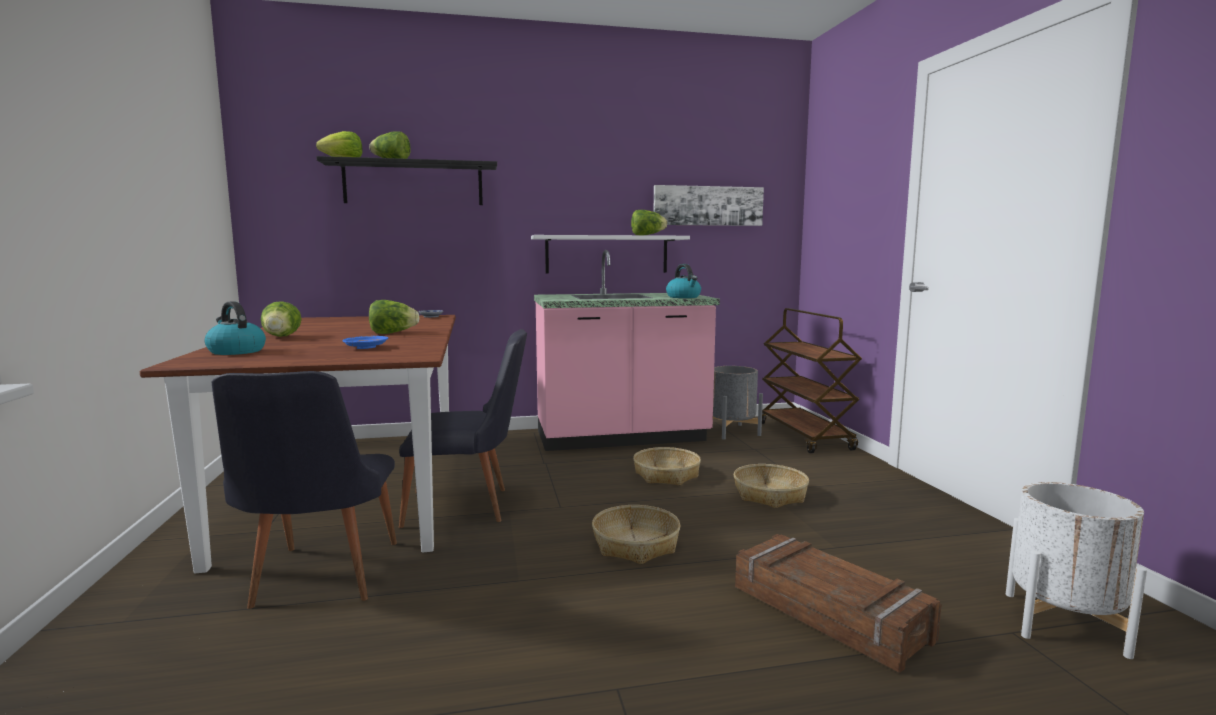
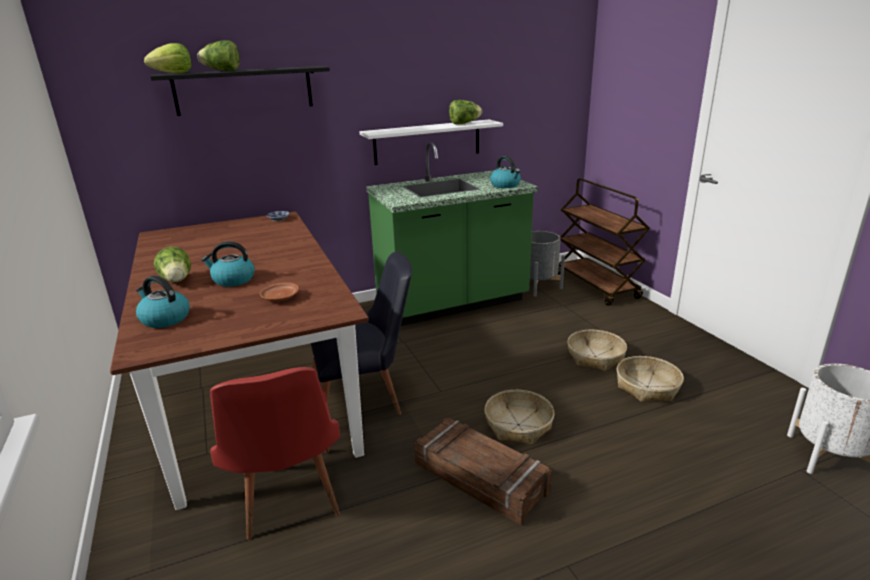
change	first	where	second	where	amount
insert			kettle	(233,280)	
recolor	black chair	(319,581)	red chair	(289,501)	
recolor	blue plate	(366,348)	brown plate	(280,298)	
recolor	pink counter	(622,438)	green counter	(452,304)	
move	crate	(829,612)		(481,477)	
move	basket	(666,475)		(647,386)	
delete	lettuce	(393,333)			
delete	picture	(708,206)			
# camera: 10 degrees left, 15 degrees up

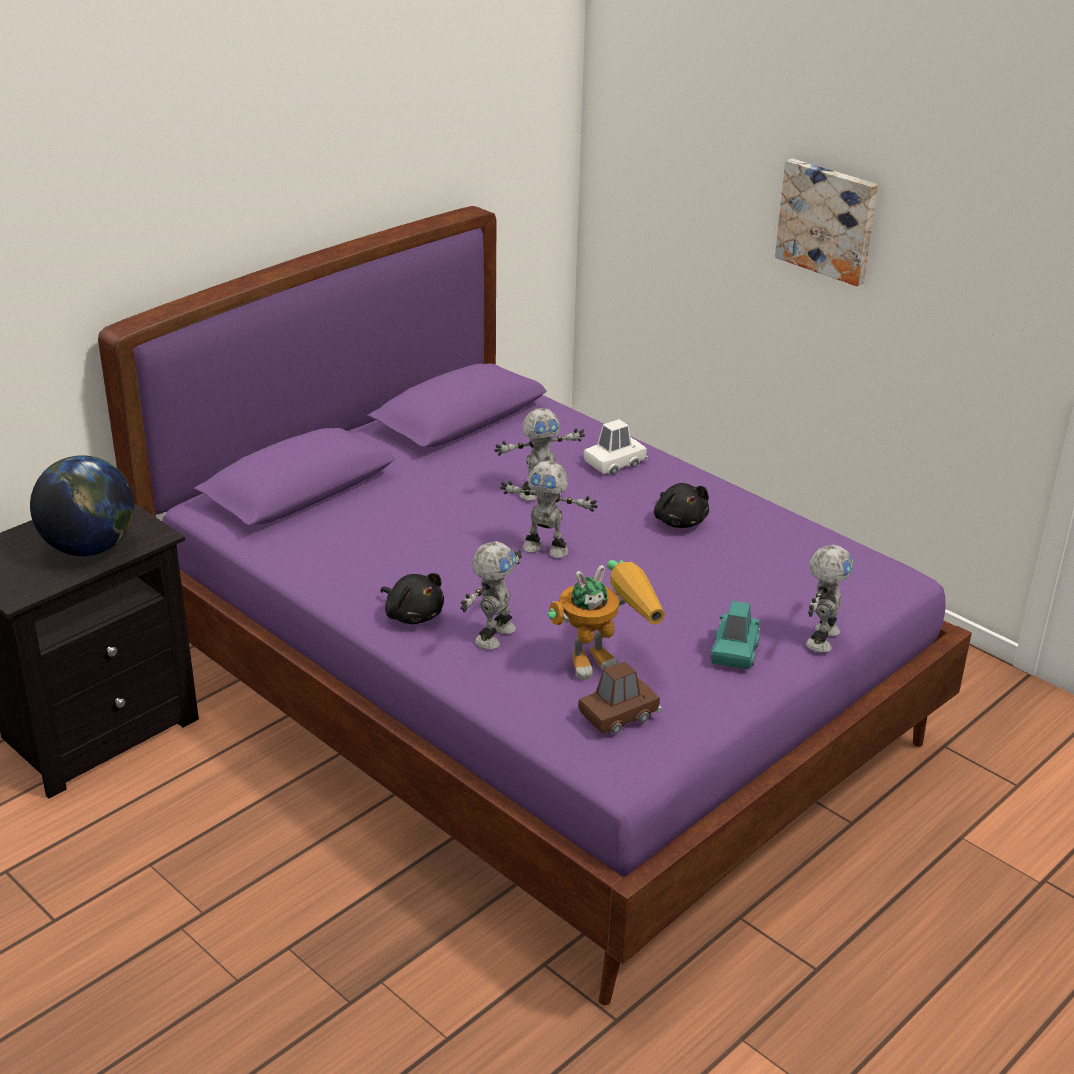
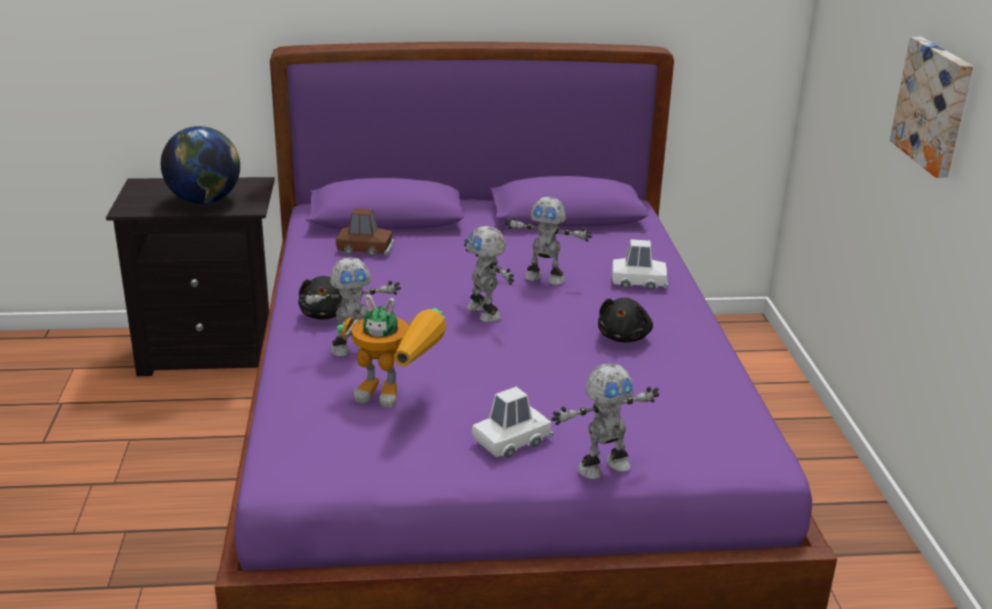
change	first	where	second	where	amount
move	brown toy car	(619,714)		(365,249)	
recolor	turquoise toy car	(734,651)	white toy car	(512,440)	
# camera: 40 degrees right, 5 degrees down

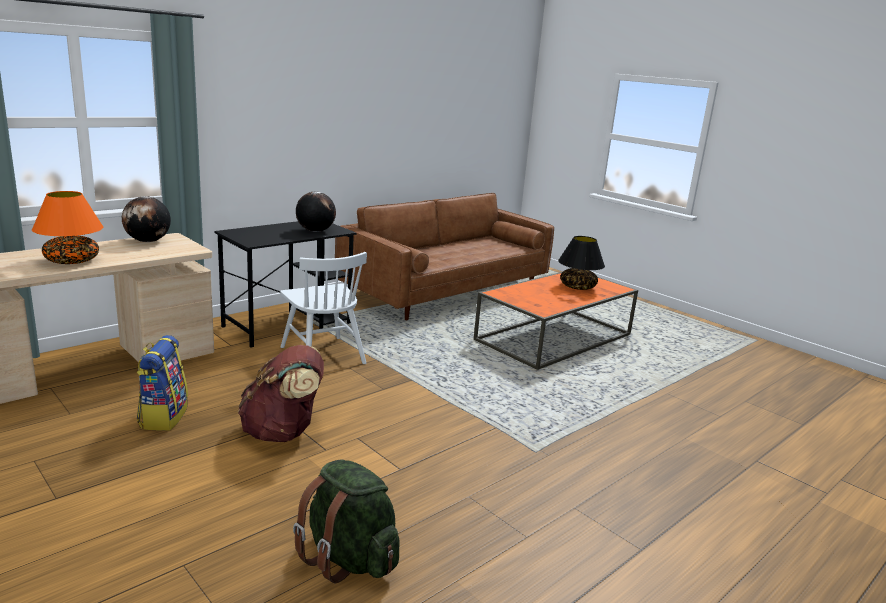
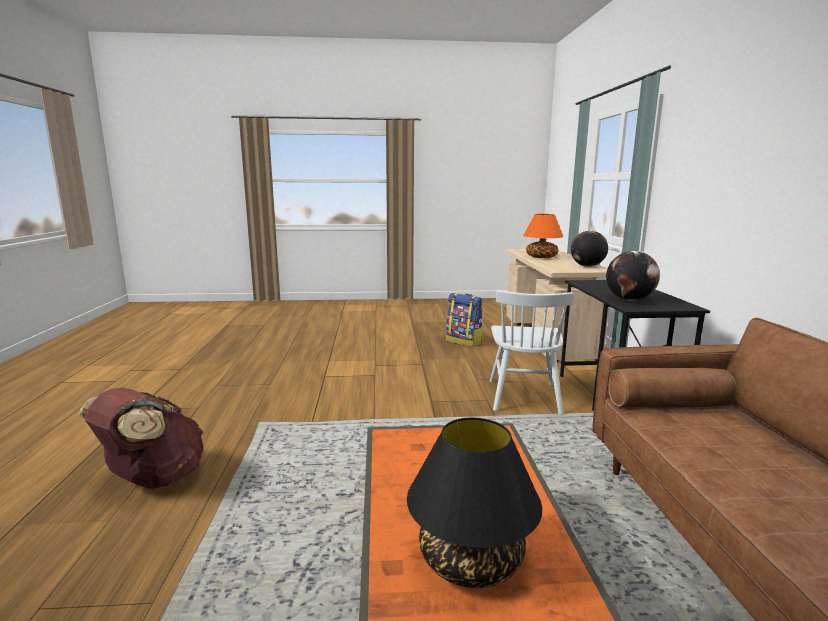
change	first	where	second	where	amount
move	brown backpack	(283,432)		(153,479)	
rotate	white chair	(322,355)		(524,396)	90 degrees counterclockwise
delete	green backpack	(349,558)			
# camera: 130 degrees right, 5 degrees down

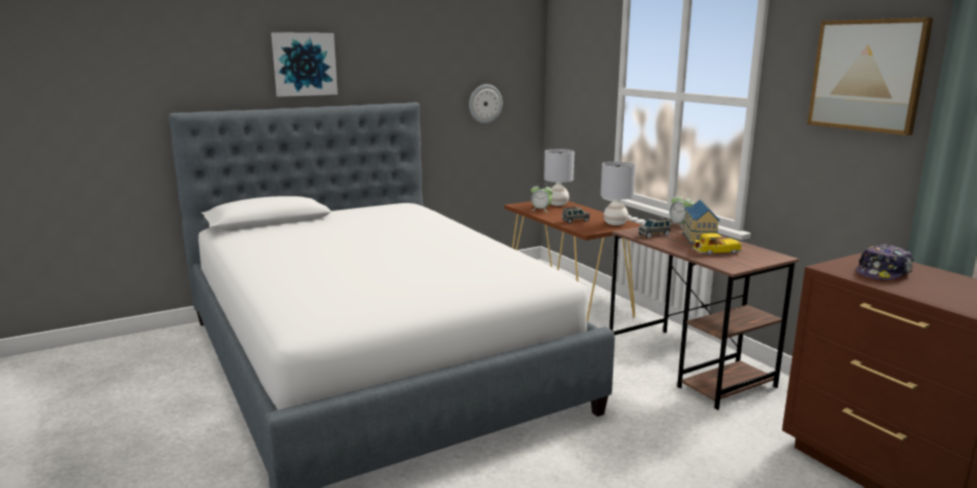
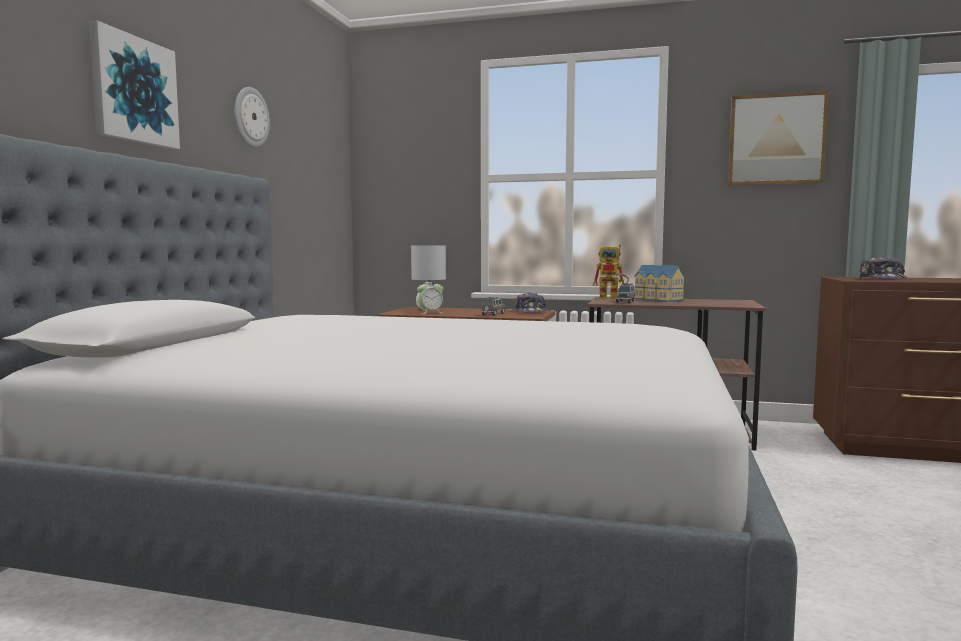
change	first	where	second	where	amount
move	wall clock	(485,103)		(250,117)	
replace	grey table lamp	(615,223)	cap	(530,311)	
replace	alarm clock	(680,225)	toy robot	(613,297)	
delete	toy car	(716,252)			
# camera: 45 degrees left, 10 degrees down

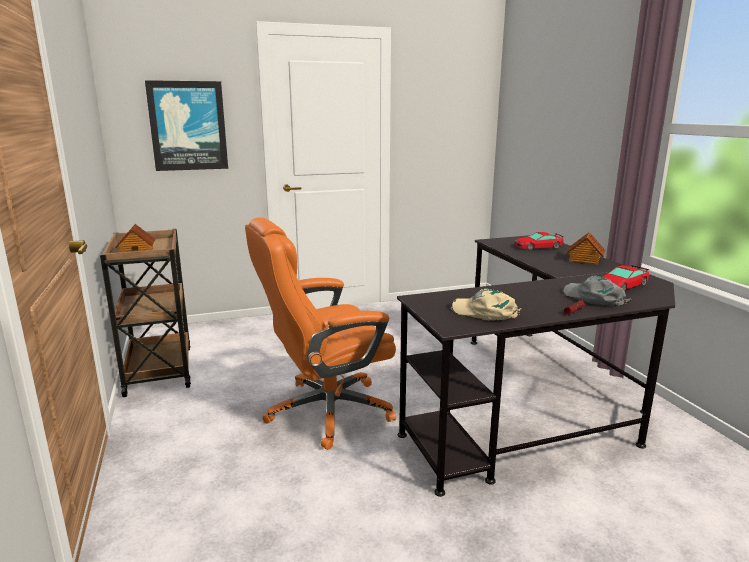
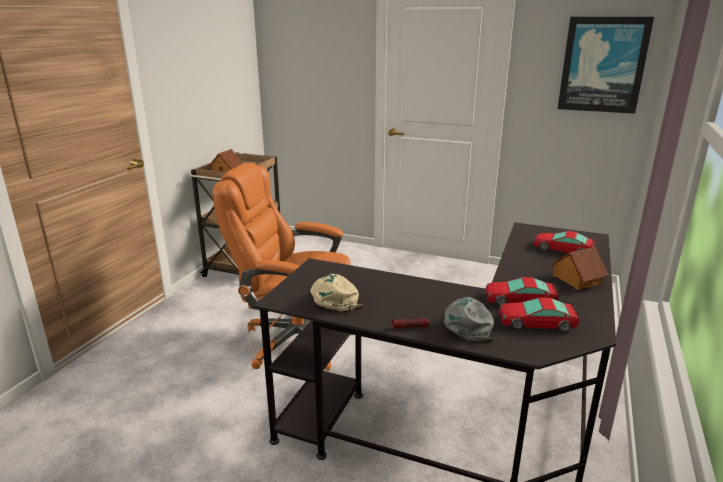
change	first	where	second	where	amount
insert			toy car	(520,300)	
move	picture	(188,126)		(603,65)	
# camera: 40 degrees right, 5 degrees up

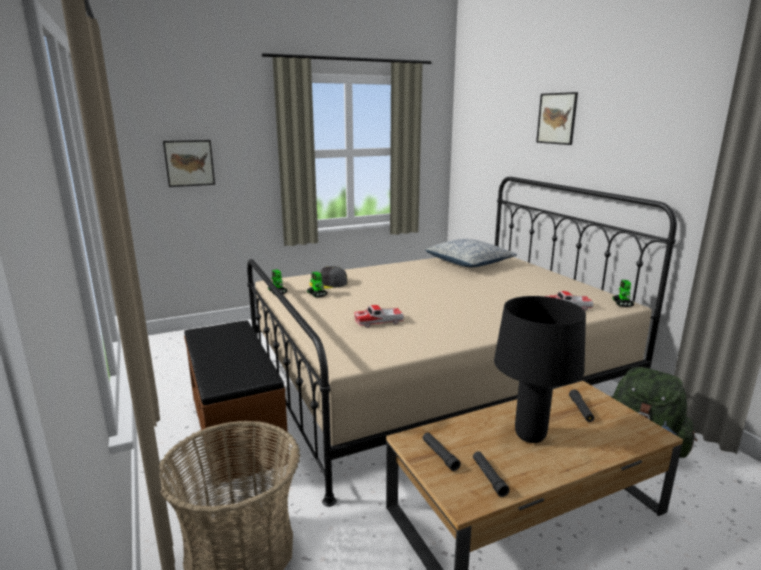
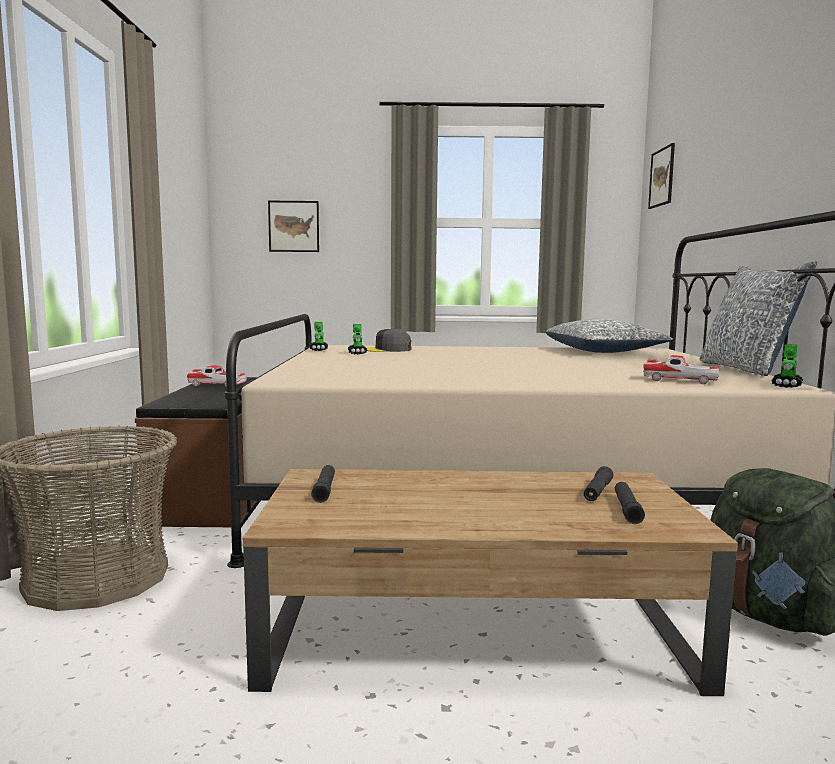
change	first	where	second	where	amount
move	toy car	(379,322)		(217,385)	
move	black flashlight	(489,477)		(627,509)	
move	picture	(556,118)		(662,177)	
insert			pillow	(747,369)	
delete	black table lamp	(530,436)			
# camera: 25 degrees right, 10 degrees down

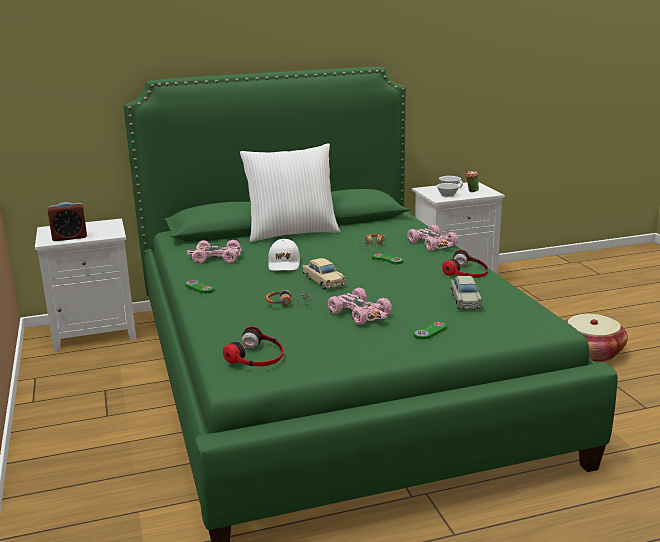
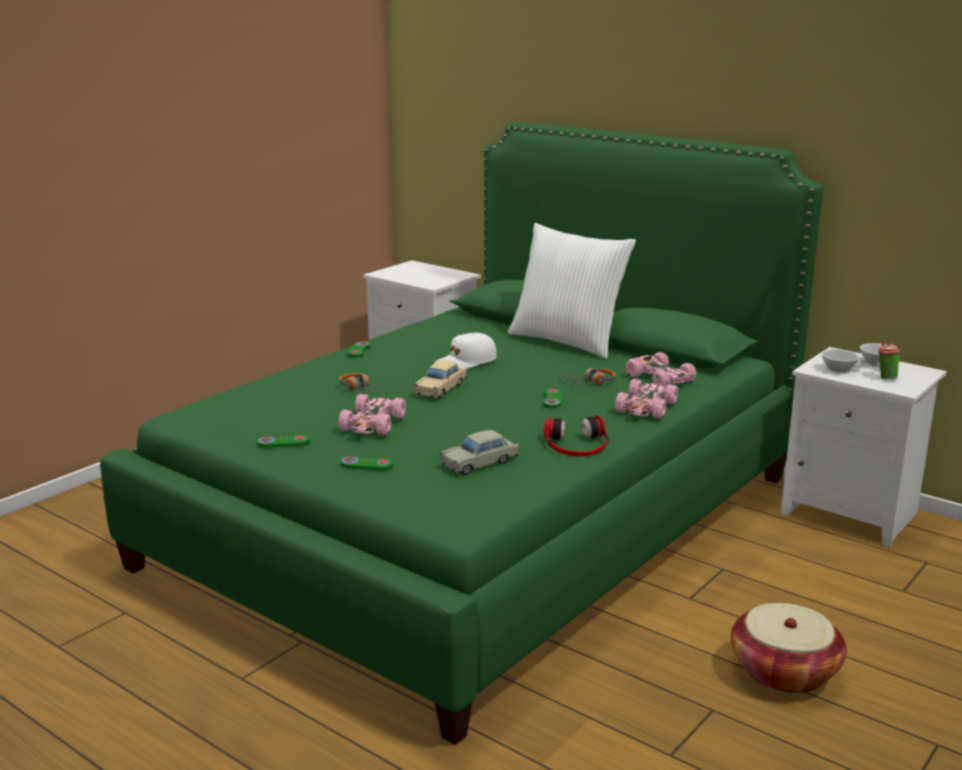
change	first	where	second	where	amount
insert			green game controller	(283,443)	
move	pink toy car	(216,258)		(658,378)	
delete	alarm clock	(69,237)			
delete	headphones	(257,356)			
# camera: 55 degrees right, 0 degrees up

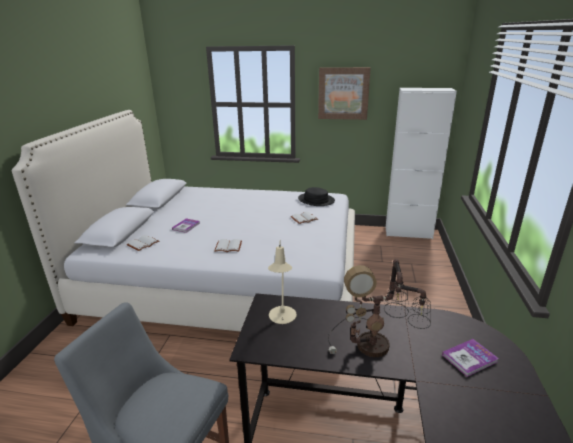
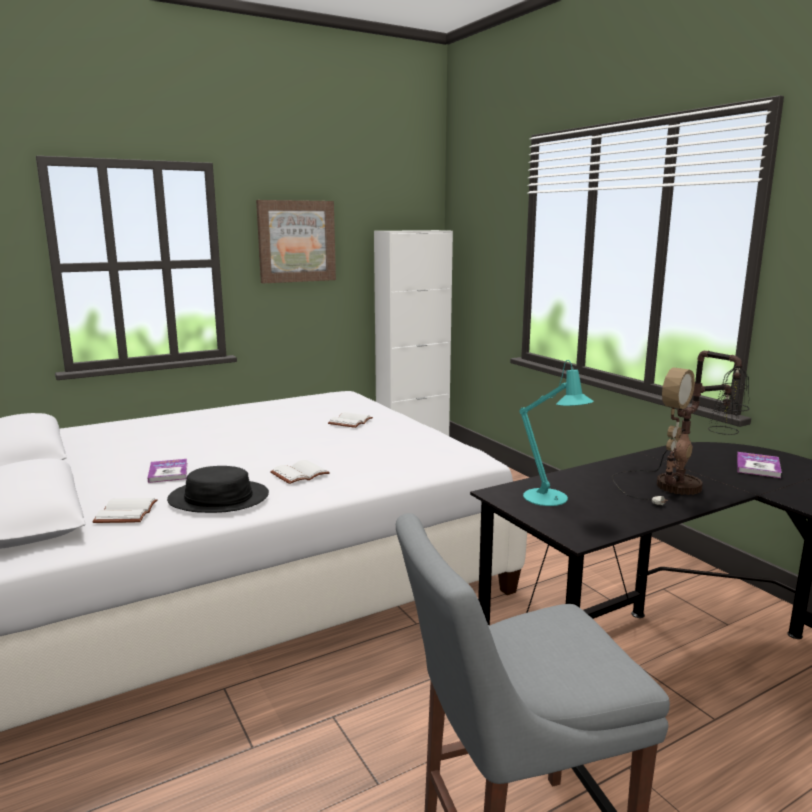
change	first	where	second	where	amount
move	black hat	(316,200)		(218,498)	
recolor	beige table lamp	(282,317)	turquoise table lamp	(550,499)	
# camera: 40 degrees left, 10 degrees down

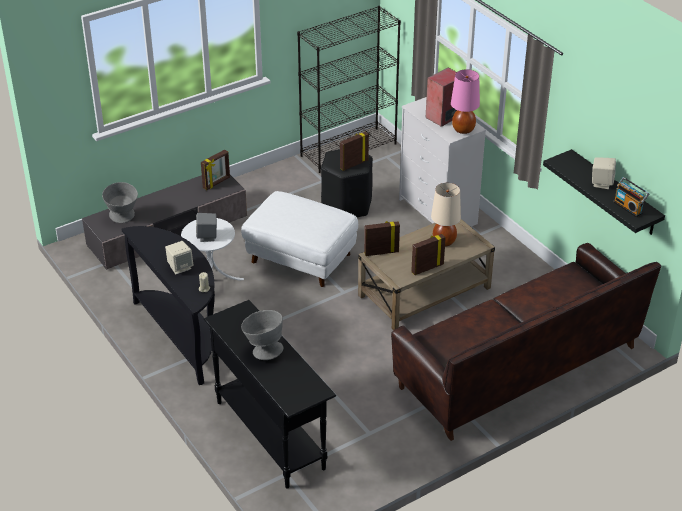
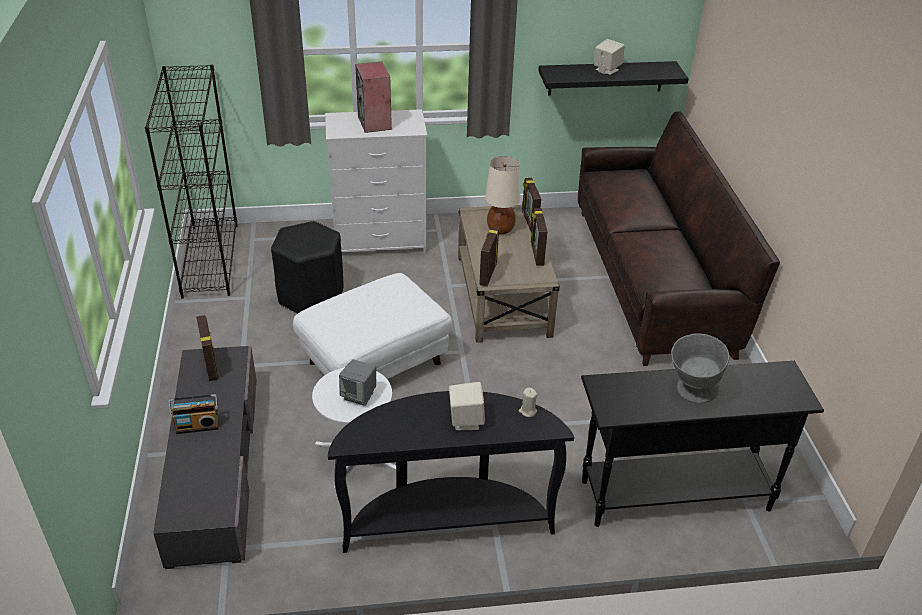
change	first	where	second	where	amount
move	radio	(629,207)		(197,426)	
move	picture frame	(353,164)		(529,222)	
delete	grey bowl	(123,218)			
delete	pink table lamp	(463,129)			
# camera: 65 degrees left, 0 degrees up

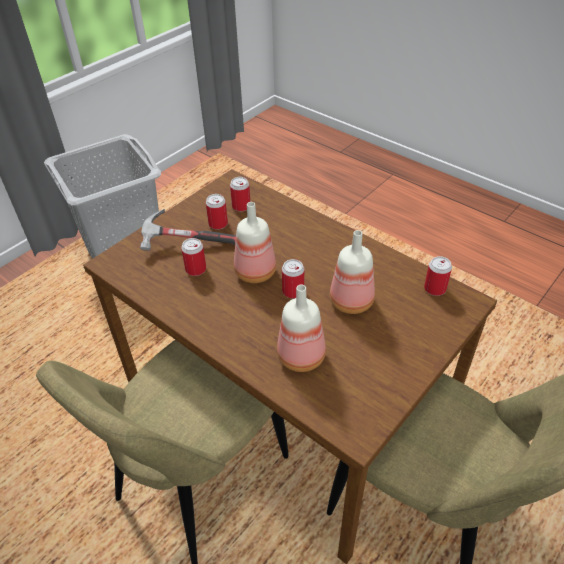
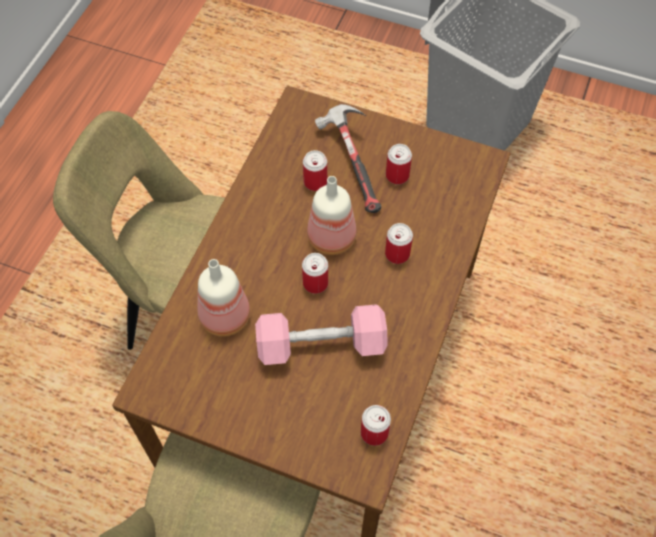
change	first	where	second	where	amount
replace	bottle	(350,300)	pink dumbbell	(321,344)	
move	can	(241,206)		(397,254)	
# camera: 70 degrees right, 15 degrees up

